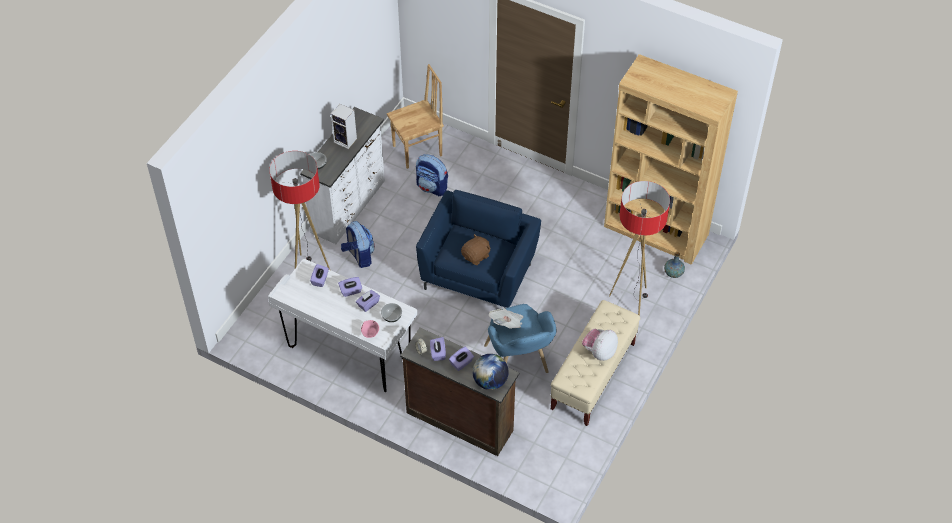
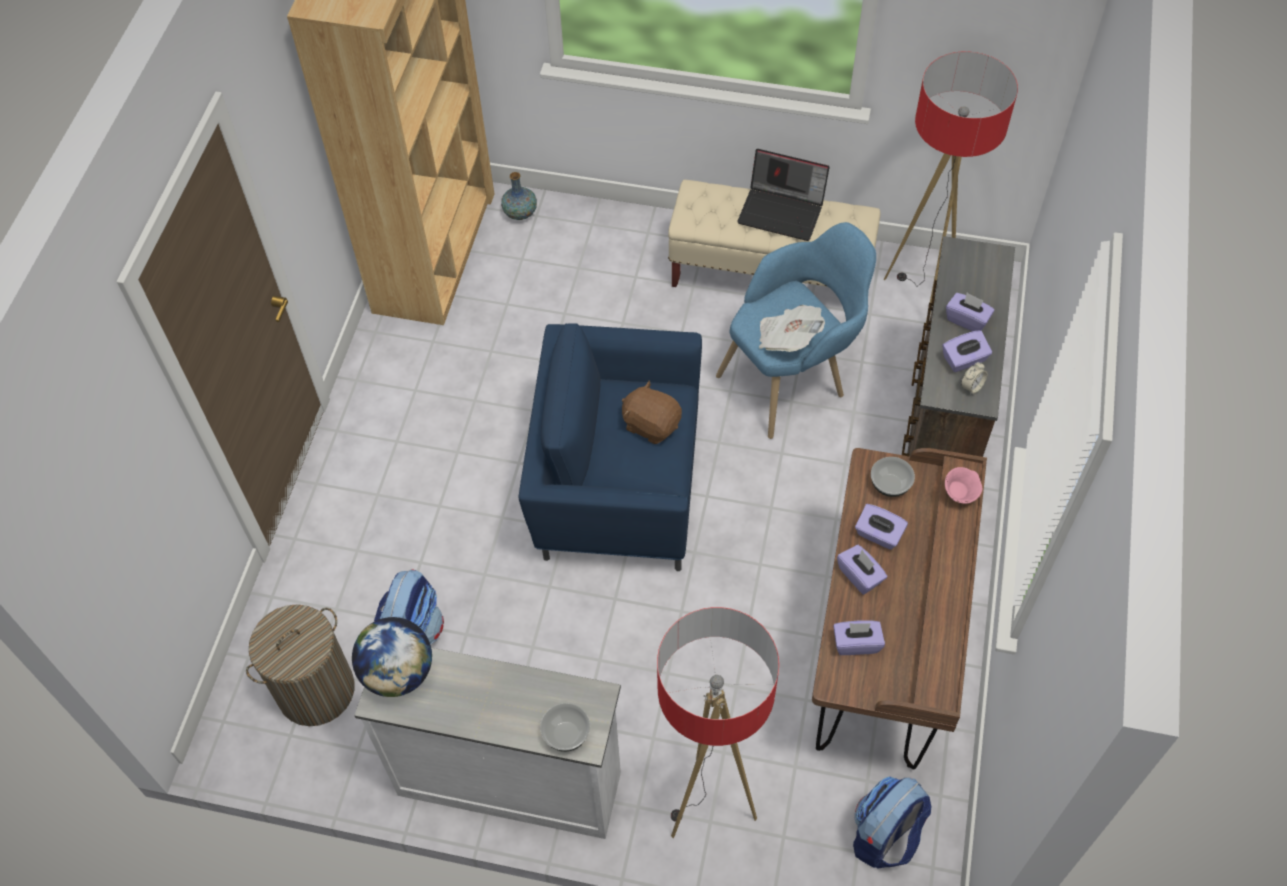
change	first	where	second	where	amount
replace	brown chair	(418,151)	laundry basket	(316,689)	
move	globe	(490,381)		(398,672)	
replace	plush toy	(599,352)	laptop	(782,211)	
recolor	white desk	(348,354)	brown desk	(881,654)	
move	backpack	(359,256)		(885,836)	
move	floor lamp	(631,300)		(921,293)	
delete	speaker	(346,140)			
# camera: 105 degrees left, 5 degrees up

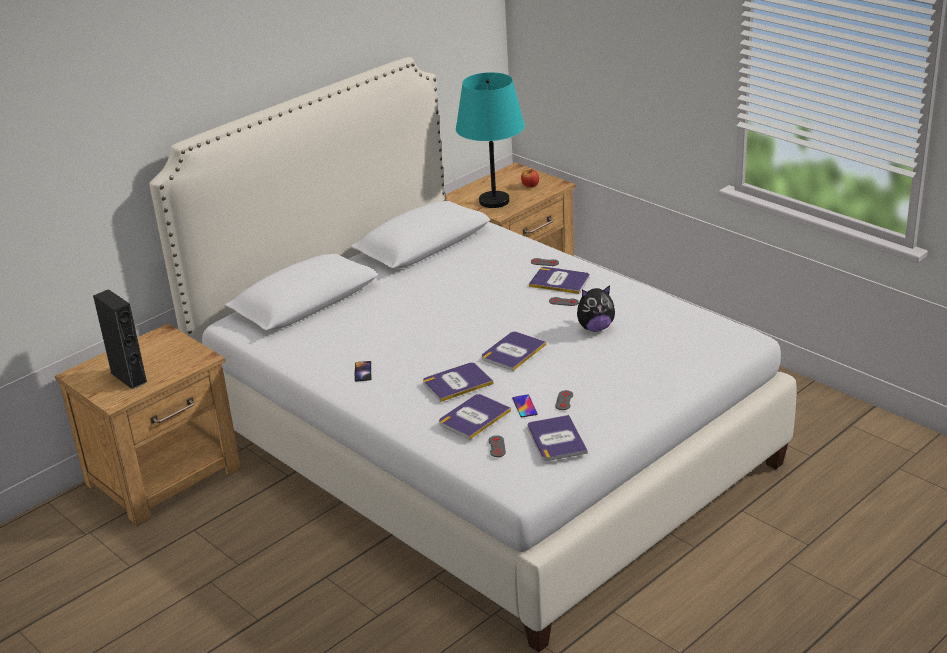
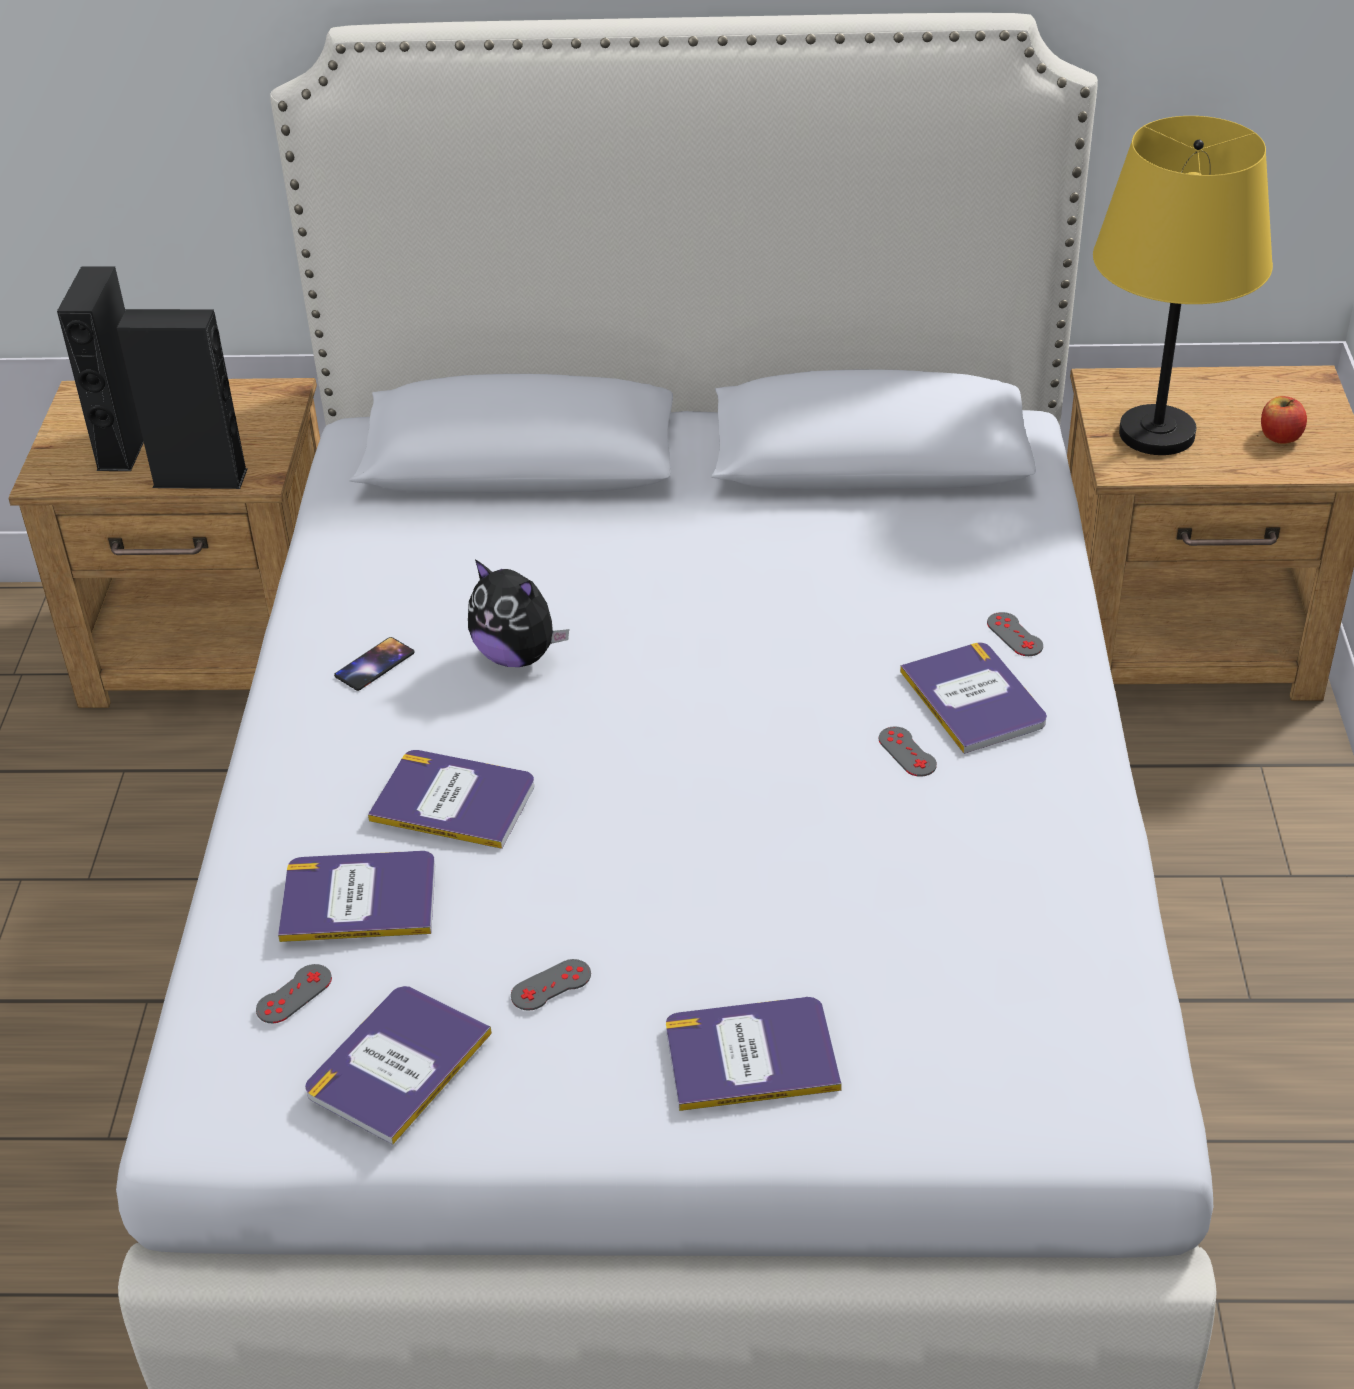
change	first	where	second	where	amount
insert			black speaker	(200,478)	
move	plush toy	(595,328)		(517,655)	
move	book	(513,352)		(751,1055)	
recolor	turquoise table lamp	(494,201)	yellow table lamp	(1156,434)	
delete	phone	(524,406)			
# camera: 45 degrees right, 10 degrees up

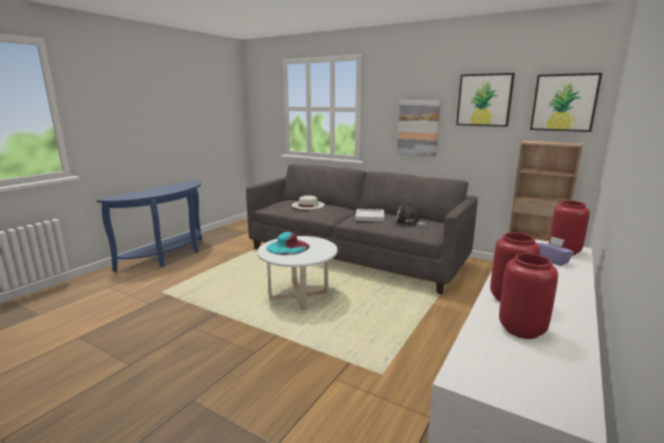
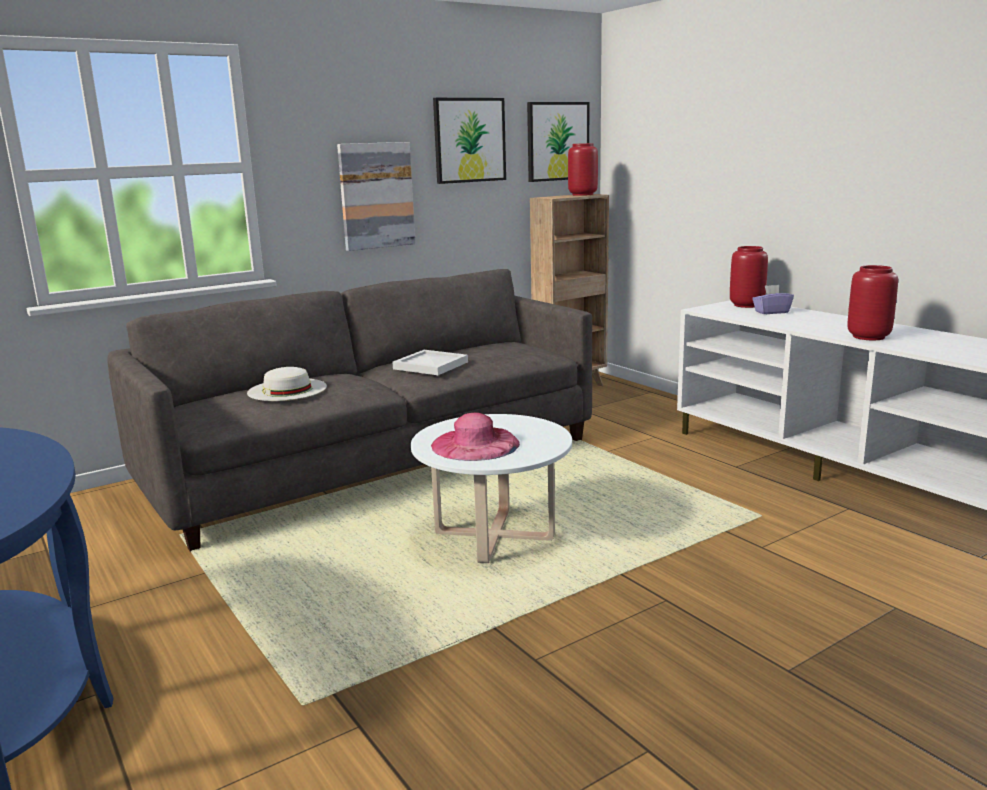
change	first	where	second	where	amount
recolor	turquoise hat	(288,247)	pink hat	(475,444)	
move	red vase	(521,330)		(583,194)	
delete	plush toy	(409,223)			
# camera: 65 degrees left, 0 degrees up

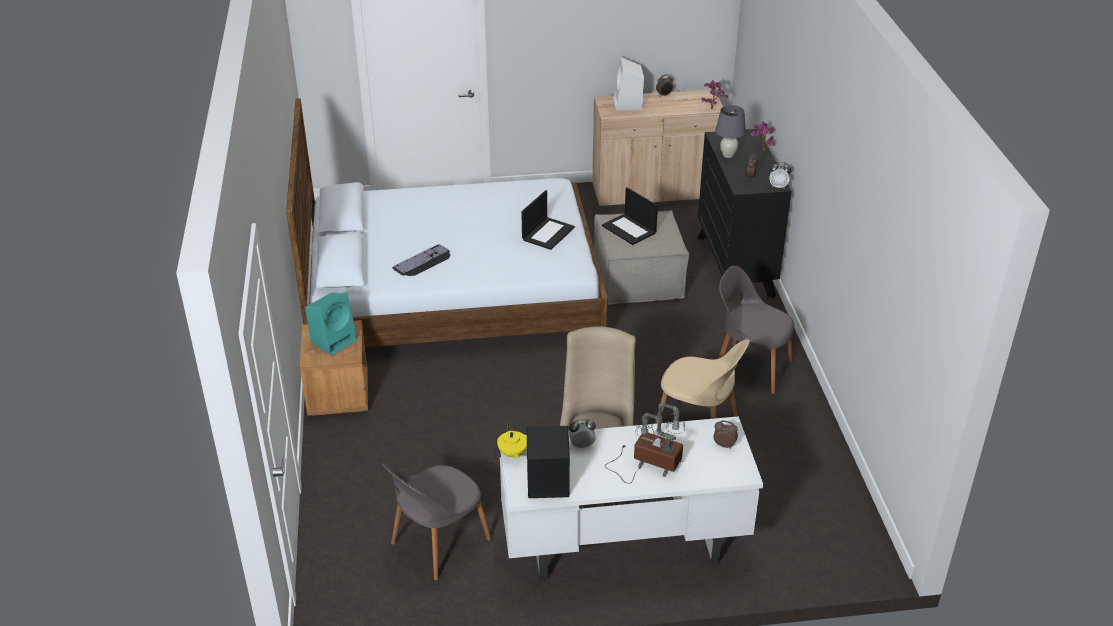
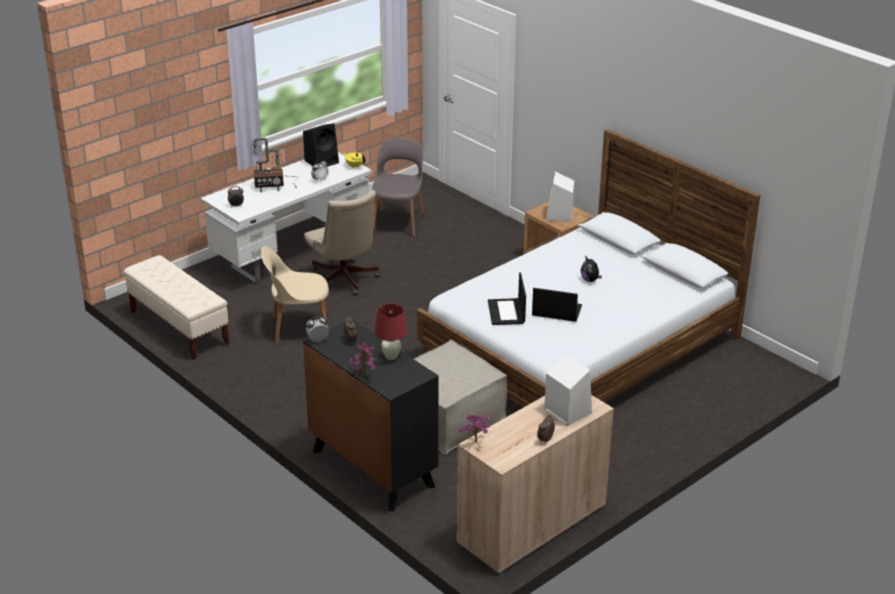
change	first	where	second	where	amount
insert			beige bench	(179,328)	
recolor	grey table lamp	(728,155)	red table lamp	(391,356)	
move	laptop	(629,229)		(556,311)	
recolor	turquoise speaker	(334,340)	white speaker	(559,215)	
insert			plush toy	(590,280)	
delete	keyboard	(423,262)			
delete	grey chair	(750,367)			
# camera: 145 degrees right, 5 degrees down

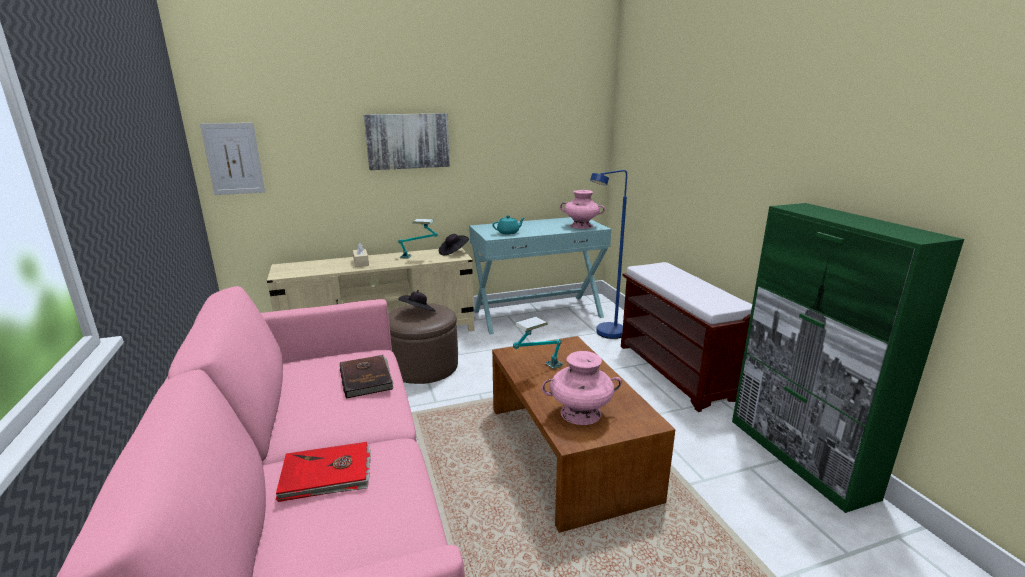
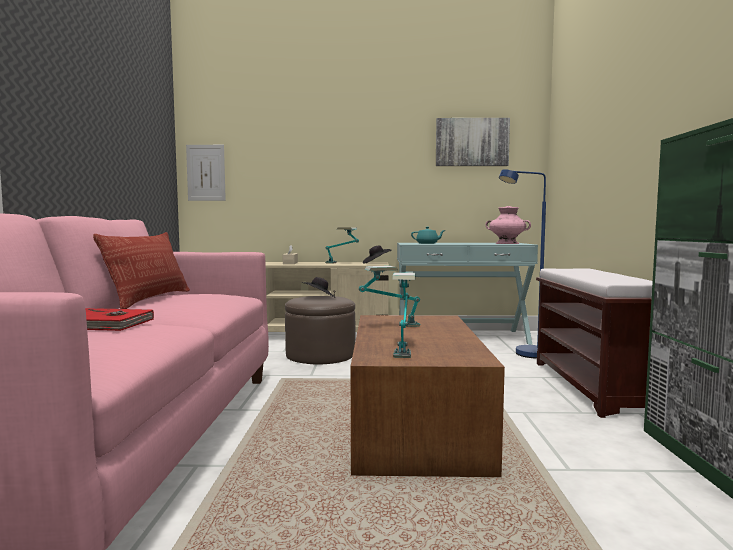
change	first	where	second	where	amount
insert			pillow	(150,299)	
replace	pink vase	(580,413)	table lamp	(403,348)	
move	picture	(408,141)		(472,142)	
delete	brown book	(367,378)			
# camera: 20 degrees right, 15 degrees down

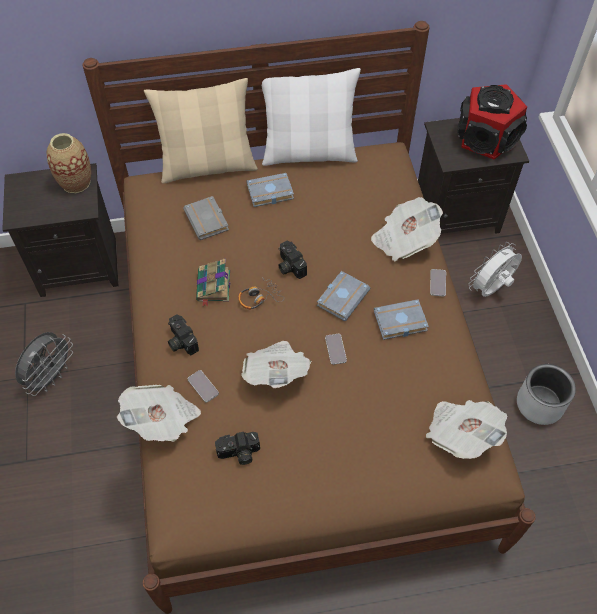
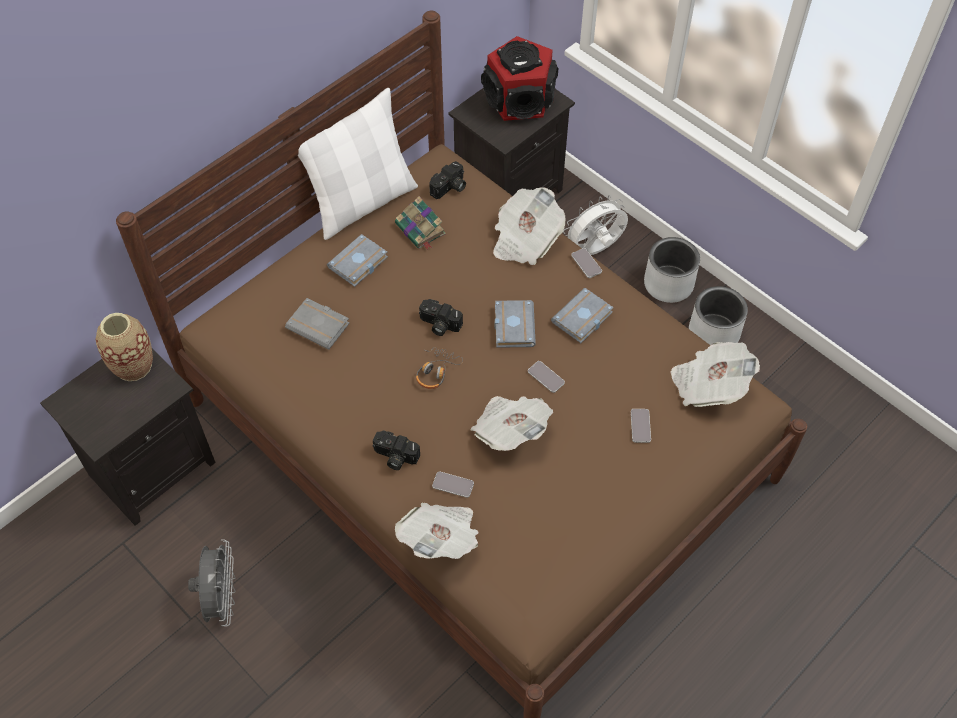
change	first	where	second	where	amount
move	book	(213,287)		(421,230)	
move	photo camera	(239,453)		(450,188)	
rotate	white fan	(491,289)		(594,250)	45 degrees clockwise
insert			phone	(640,426)	
insert			grey planter	(668,283)	
delete	beige pillow	(208,166)			
# camera: 35 degrees left, 0 degrees up

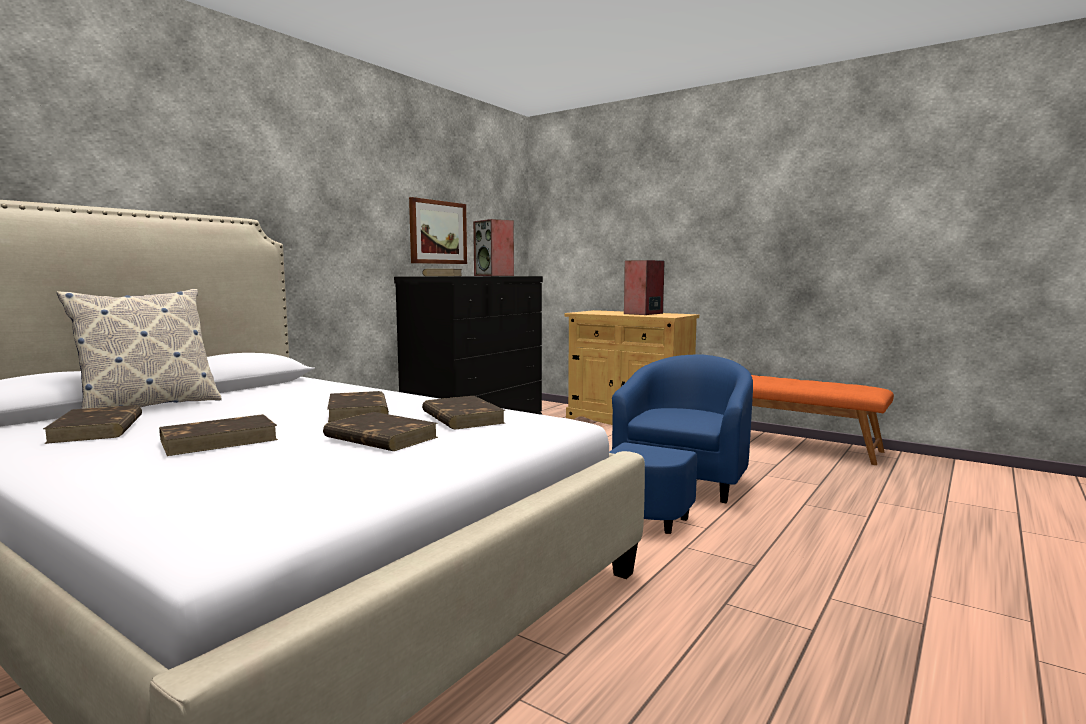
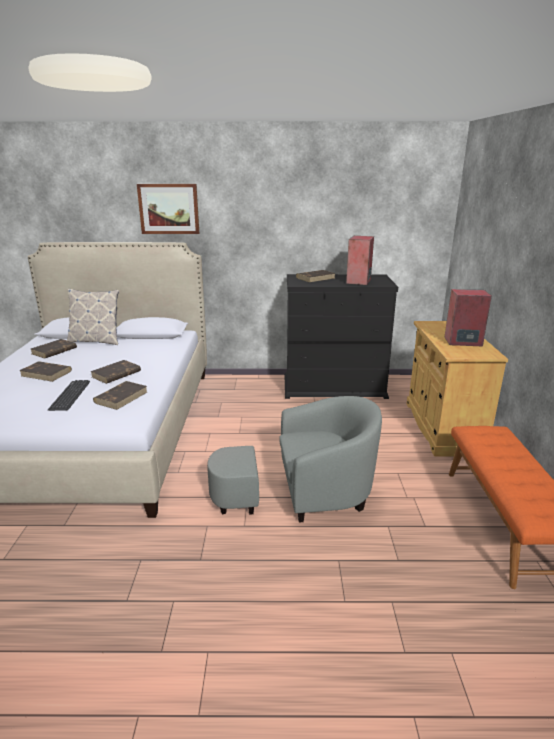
change	first	where	second	where	amount
replace	brown book	(380,437)	keyboard	(70,395)	
move	picture	(438,232)		(169,209)	
recolor	blue armchair	(677,490)	grey armchair	(303,495)	
# camera: 55 degrees right, 15 degrees up

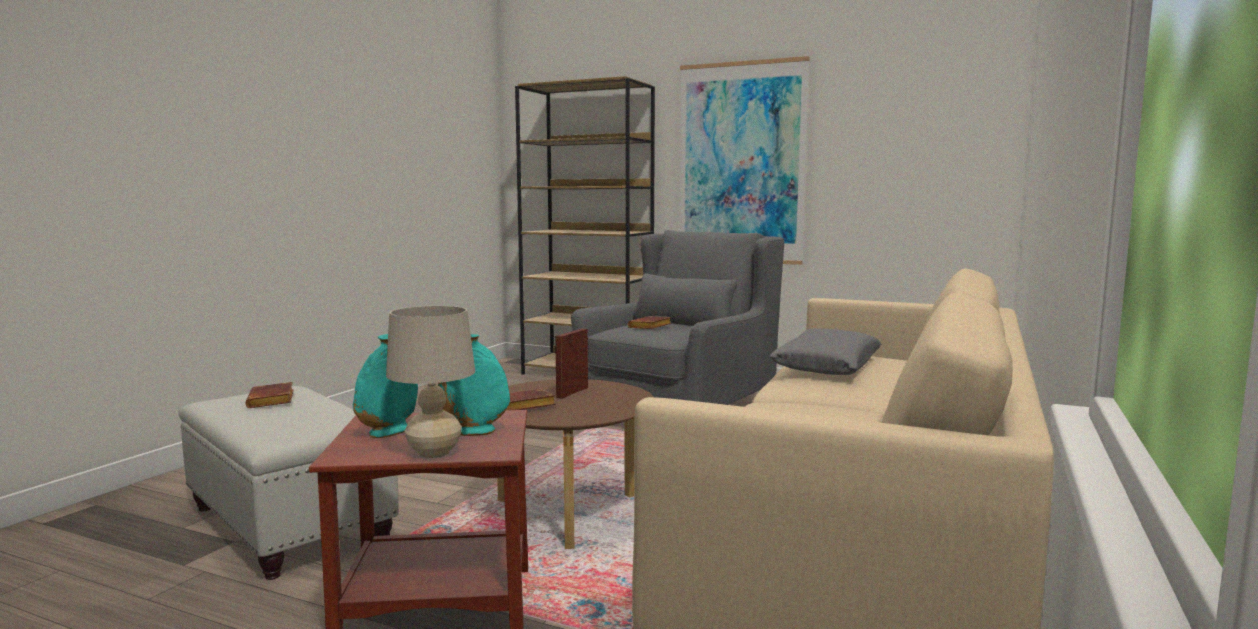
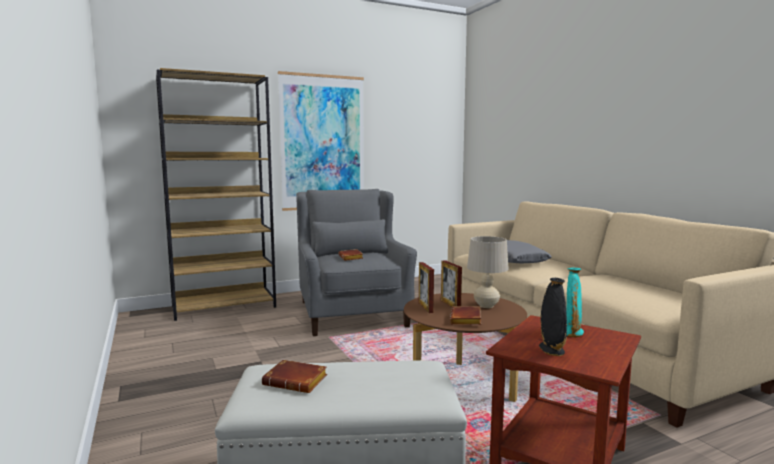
change	first	where	second	where	amount
insert			picture frame	(425,307)	
move	beige table lamp	(434,453)		(486,306)	
recolor	turquoise vase	(388,432)	black vase	(551,350)	
# camera: 50 degrees left, 0 degrees up

